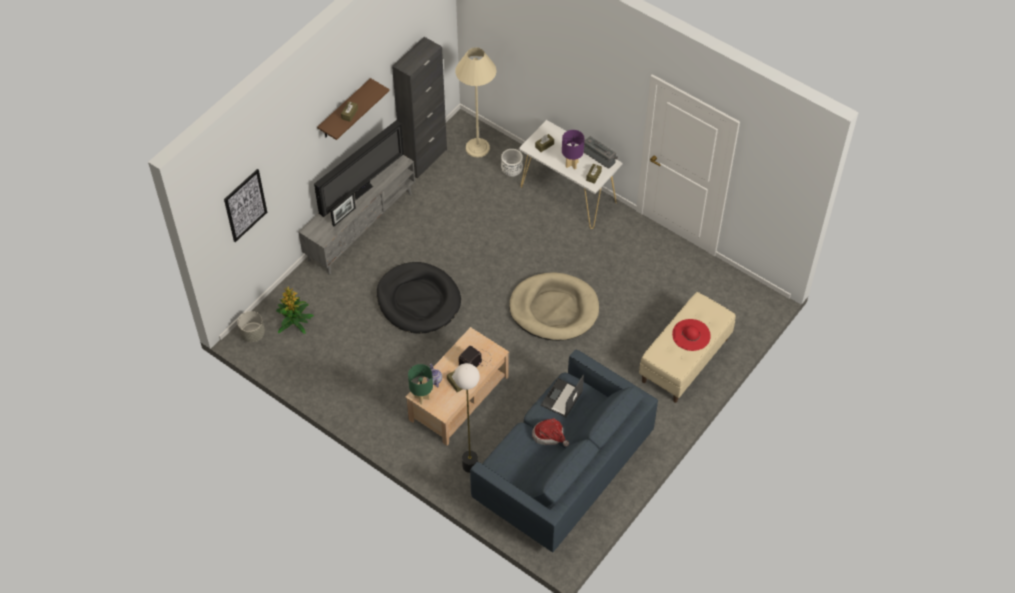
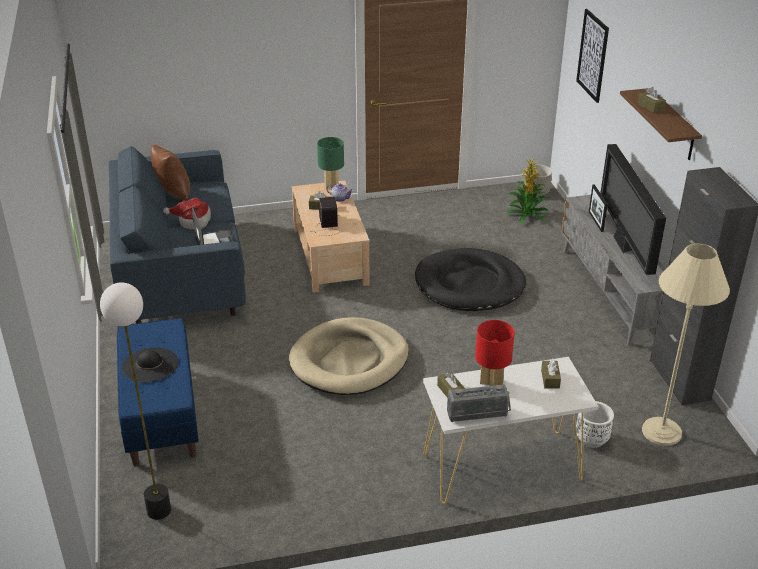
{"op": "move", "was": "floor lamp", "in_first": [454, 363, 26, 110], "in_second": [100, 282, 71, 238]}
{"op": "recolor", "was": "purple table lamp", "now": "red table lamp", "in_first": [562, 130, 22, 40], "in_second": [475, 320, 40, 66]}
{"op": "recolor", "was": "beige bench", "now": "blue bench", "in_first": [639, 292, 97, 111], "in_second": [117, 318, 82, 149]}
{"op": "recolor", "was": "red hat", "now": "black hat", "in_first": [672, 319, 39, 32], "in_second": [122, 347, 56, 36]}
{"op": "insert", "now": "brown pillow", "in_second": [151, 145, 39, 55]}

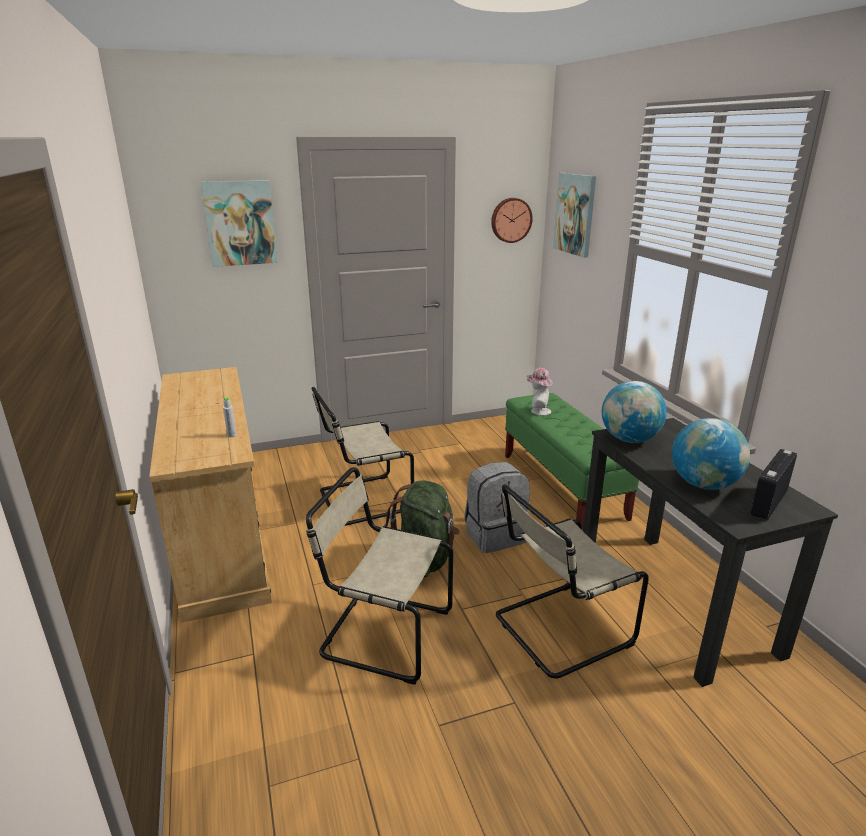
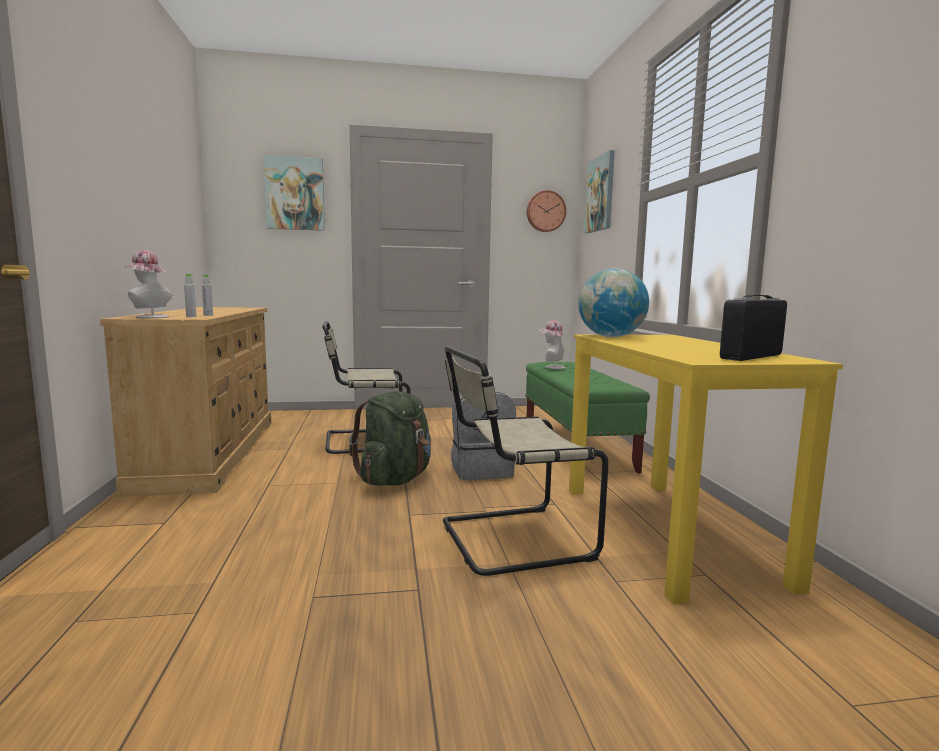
{"op": "delete", "was": "beige chair", "in_first": [306, 467, 147, 218]}
{"op": "recolor", "was": "black desk", "now": "yellow desk", "in_first": [583, 418, 255, 269], "in_second": [569, 335, 274, 270]}
{"op": "delete", "was": "globe", "in_first": [672, 418, 78, 72]}
{"op": "insert", "now": "hat", "in_second": [125, 250, 47, 68]}
{"op": "insert", "now": "grey bottle", "in_second": [184, 274, 13, 43]}

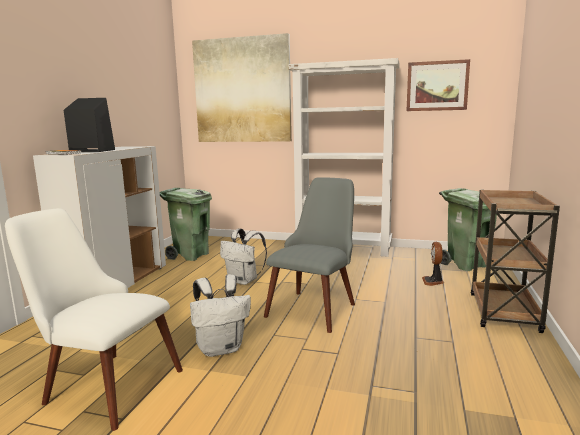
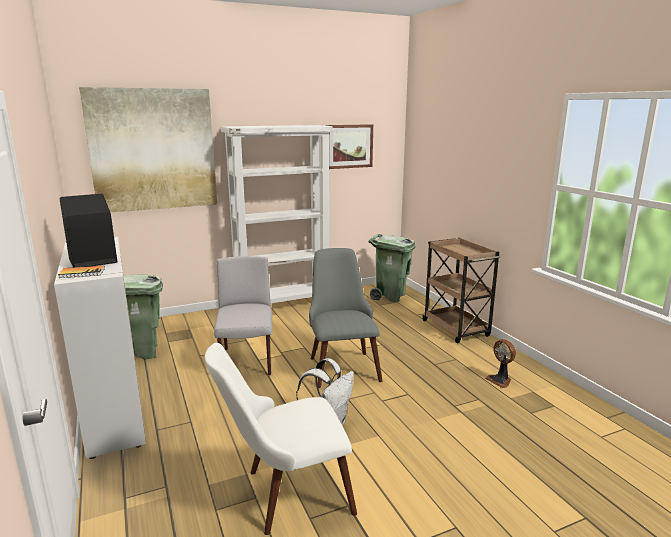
{"op": "replace", "was": "white backpack", "now": "grey chair", "in_first": [220, 228, 47, 57], "in_second": [214, 256, 58, 119]}
{"op": "move", "was": "fan", "in_first": [422, 242, 22, 44], "in_second": [485, 339, 31, 49]}

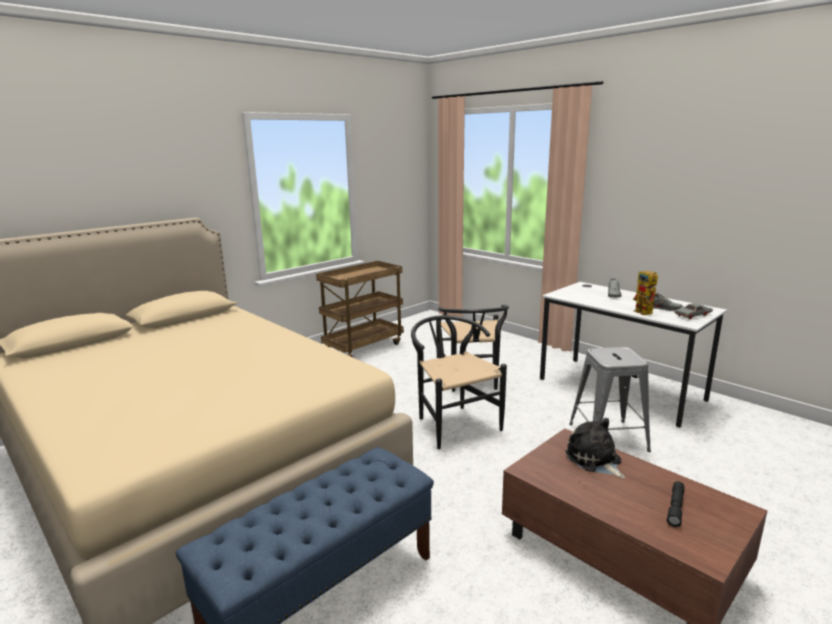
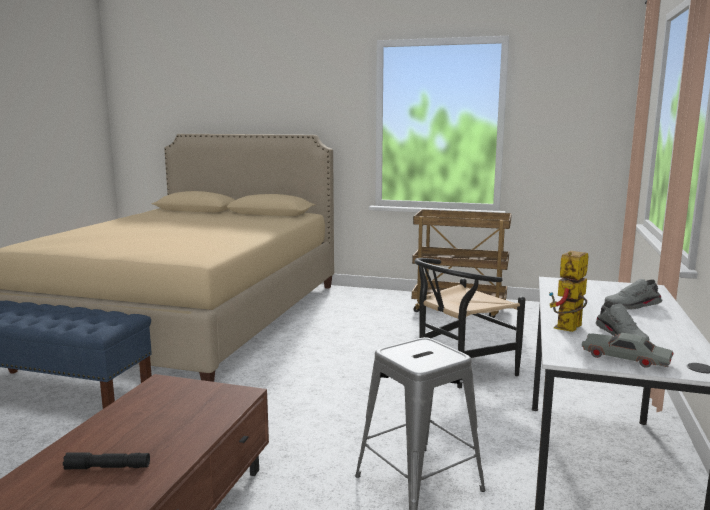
{"op": "delete", "was": "black chair", "in_first": [411, 315, 96, 134]}
{"op": "delete", "was": "plush toy", "in_first": [565, 418, 60, 60]}

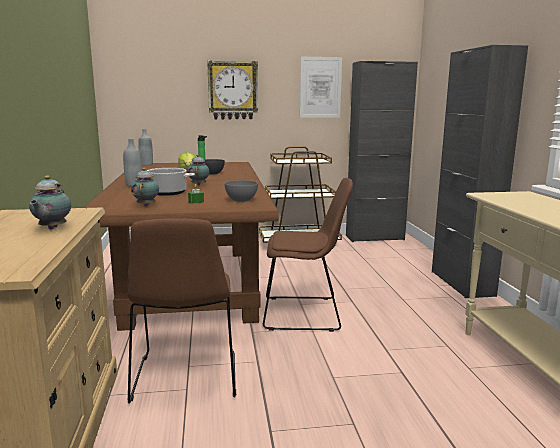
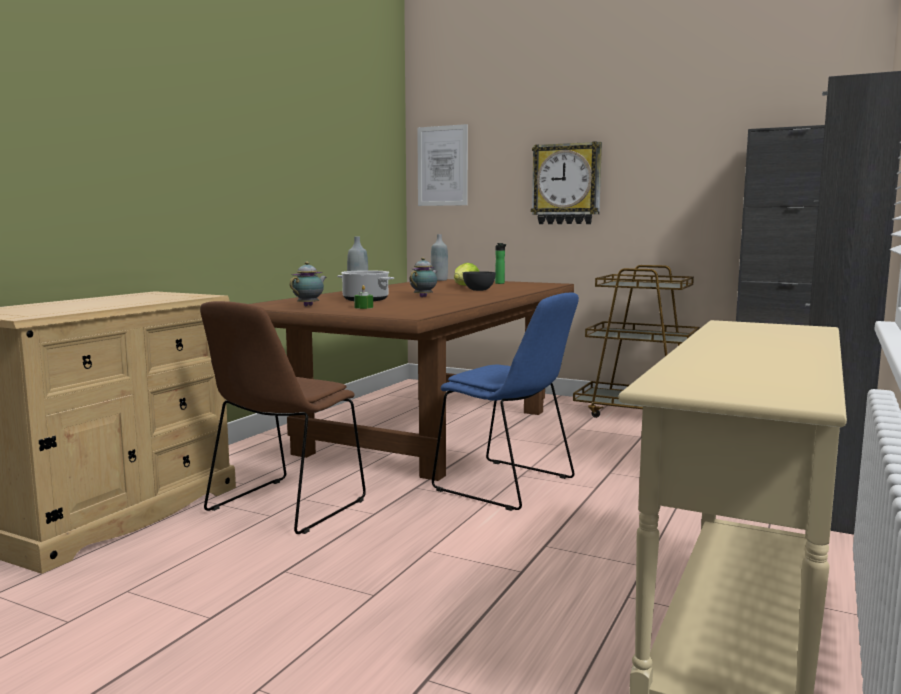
{"op": "delete", "was": "teapot", "in_first": [29, 175, 42, 55]}
{"op": "delete", "was": "grey bowl", "in_first": [224, 180, 34, 22]}
{"op": "recolor", "was": "brown chair", "now": "blue chair", "in_first": [263, 178, 90, 154], "in_second": [432, 293, 147, 218]}
{"op": "move", "was": "picture", "in_first": [300, 57, 42, 60], "in_second": [417, 124, 51, 82]}

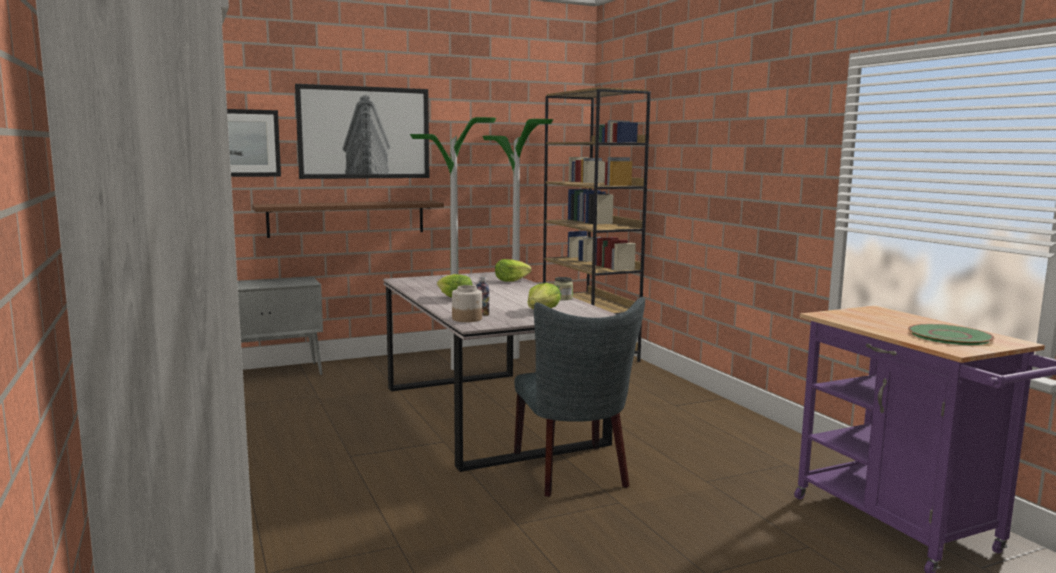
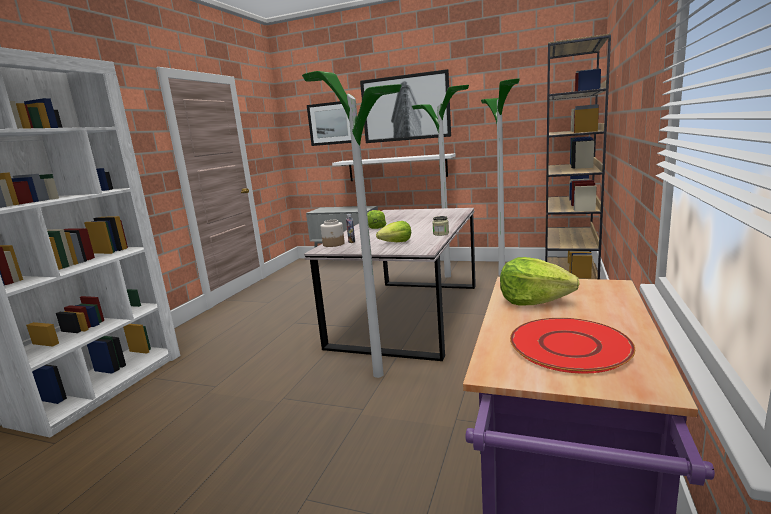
{"op": "recolor", "was": "brown shelf", "now": "white shelf", "in_first": [252, 201, 192, 37], "in_second": [332, 153, 124, 28]}
{"op": "move", "was": "lettuce", "in_first": [495, 259, 36, 23], "in_second": [500, 257, 80, 48]}
{"op": "replace", "was": "grey chair", "now": "floor lamp", "in_first": [514, 297, 131, 200], "in_second": [302, 71, 100, 307]}
{"op": "recolor", "was": "green plate", "now": "red plate", "in_first": [908, 324, 86, 21], "in_second": [510, 318, 125, 55]}

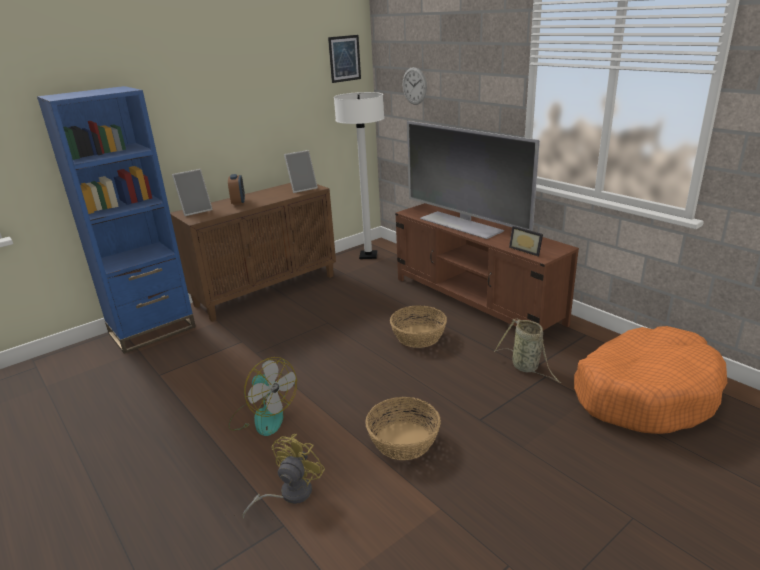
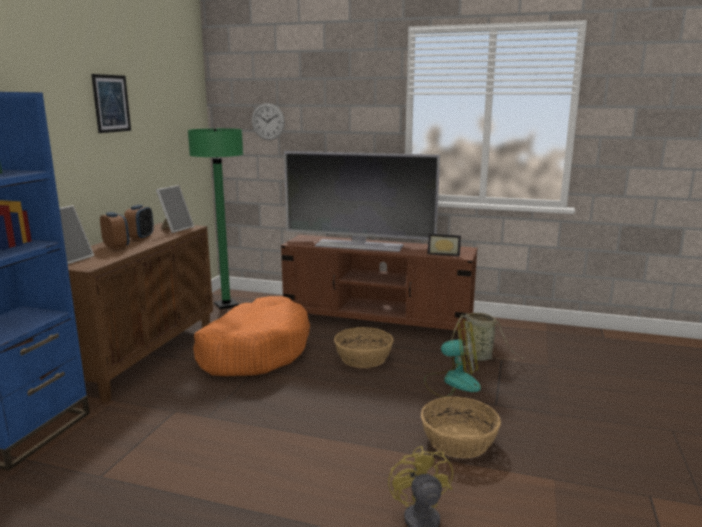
{"op": "move", "was": "fan", "in_first": [228, 357, 69, 79], "in_second": [424, 319, 57, 78]}
{"op": "move", "was": "picture", "in_first": [328, 35, 33, 48], "in_second": [91, 74, 40, 59]}
{"op": "recolor", "was": "white floor lamp", "now": "green floor lamp", "in_first": [334, 92, 50, 167], "in_second": [188, 128, 55, 181]}
{"op": "move", "was": "orange dog bed", "in_first": [574, 326, 153, 108], "in_second": [193, 296, 117, 80]}
{"op": "insert", "now": "alarm clock", "in_second": [124, 205, 30, 35]}

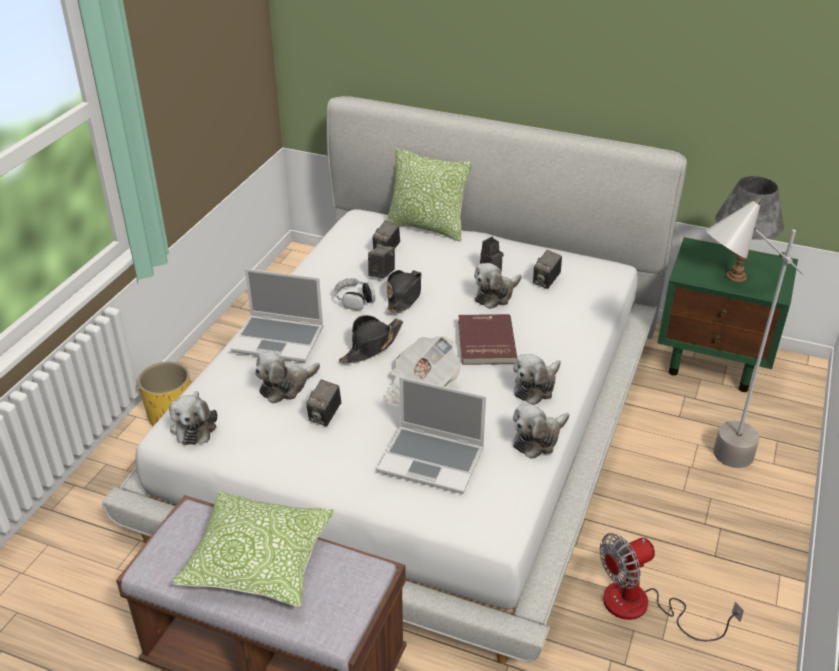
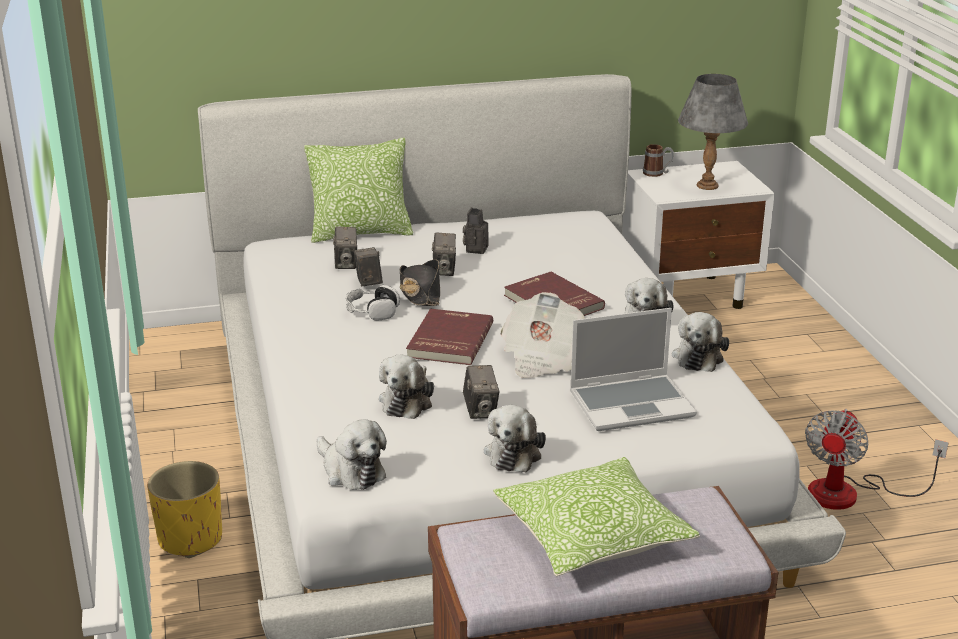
{"op": "delete", "was": "laptop", "in_first": [230, 268, 93, 94]}
{"op": "replace", "was": "black hat", "now": "red book", "in_first": [339, 315, 64, 49], "in_second": [406, 308, 87, 57]}
{"op": "move", "was": "plush toy", "in_first": [474, 263, 47, 46], "in_second": [484, 405, 62, 67]}
{"op": "move", "was": "photo camera", "in_first": [533, 250, 29, 39], "in_second": [432, 232, 24, 44]}
{"op": "recolor", "was": "green nightstand", "now": "white nightstand", "in_first": [658, 237, 140, 155], "in_second": [622, 161, 153, 148]}
{"op": "delete", "was": "grey floor lamp", "in_first": [705, 197, 99, 271]}
{"op": "insert", "now": "mug", "in_second": [643, 144, 31, 33]}

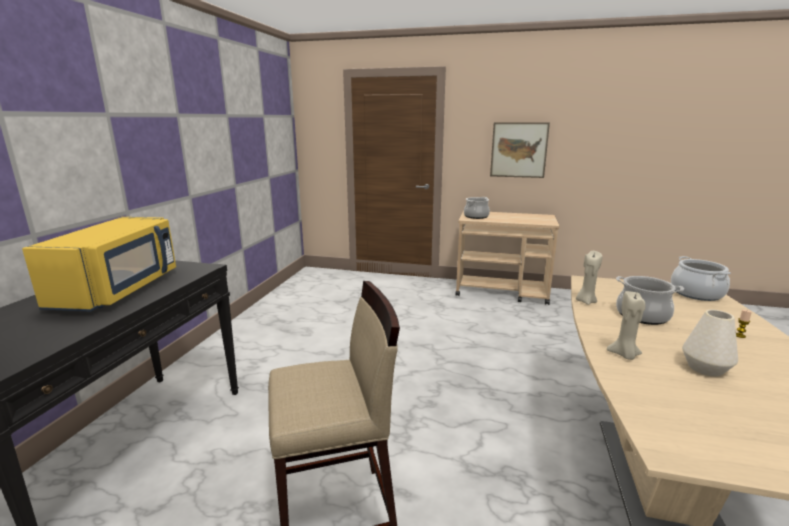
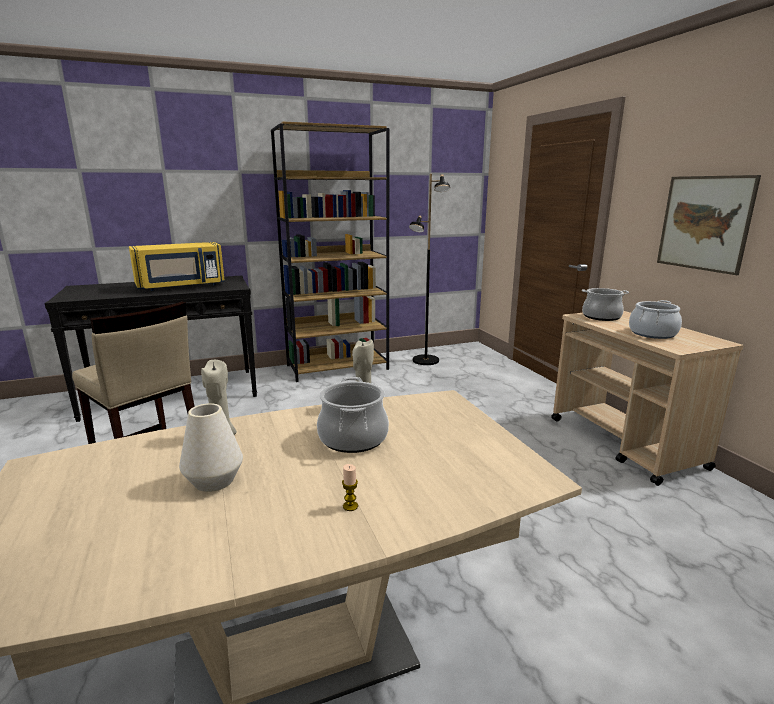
{"op": "move", "was": "cooking pot", "in_first": [671, 256, 60, 45], "in_second": [629, 300, 53, 39]}
{"op": "insert", "now": "brown bookcase", "in_second": [271, 122, 119, 260]}
{"op": "insert", "now": "black floor lamp", "in_second": [409, 174, 41, 191]}

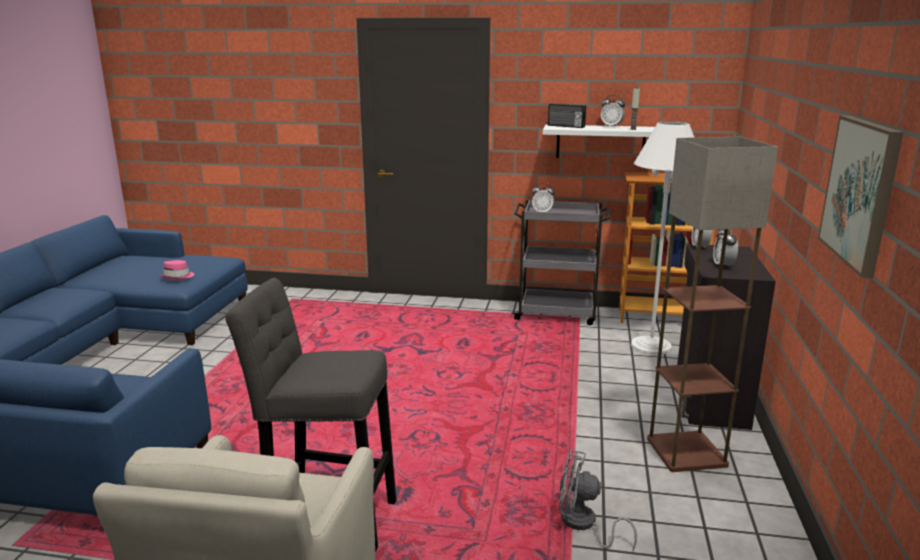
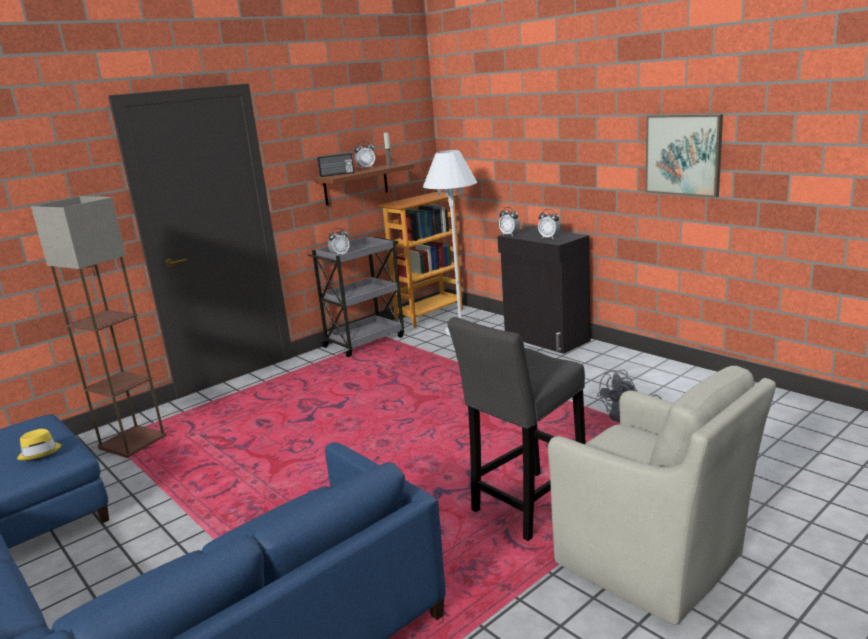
{"op": "recolor", "was": "pink hat", "now": "yellow hat", "in_first": [160, 260, 34, 20], "in_second": [17, 429, 45, 32]}
{"op": "recolor", "was": "white shelf", "now": "brown shelf", "in_first": [543, 125, 112, 33], "in_second": [313, 162, 101, 44]}
{"op": "move", "was": "floor lamp", "in_first": [647, 137, 131, 335], "in_second": [31, 196, 136, 262]}

